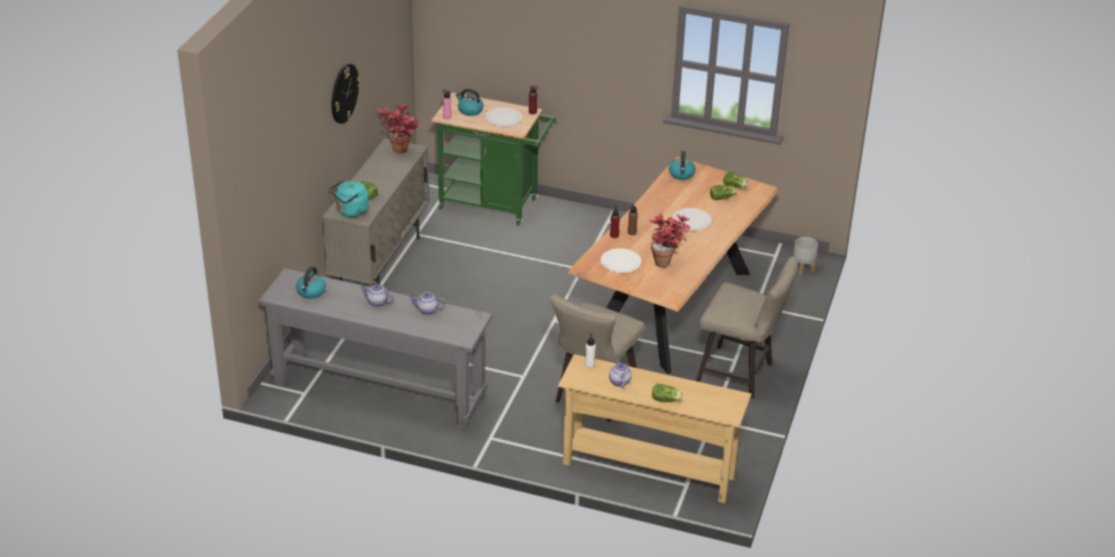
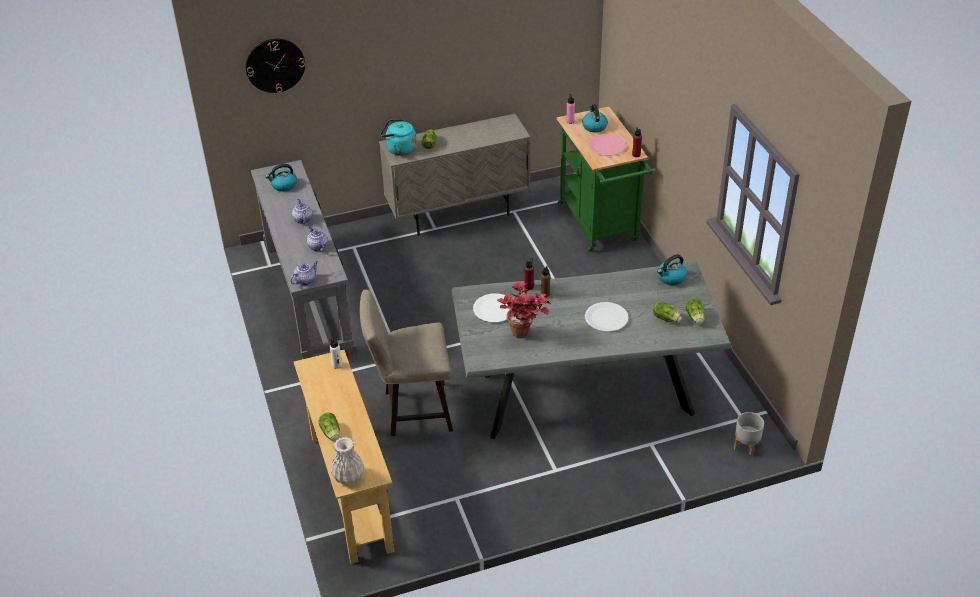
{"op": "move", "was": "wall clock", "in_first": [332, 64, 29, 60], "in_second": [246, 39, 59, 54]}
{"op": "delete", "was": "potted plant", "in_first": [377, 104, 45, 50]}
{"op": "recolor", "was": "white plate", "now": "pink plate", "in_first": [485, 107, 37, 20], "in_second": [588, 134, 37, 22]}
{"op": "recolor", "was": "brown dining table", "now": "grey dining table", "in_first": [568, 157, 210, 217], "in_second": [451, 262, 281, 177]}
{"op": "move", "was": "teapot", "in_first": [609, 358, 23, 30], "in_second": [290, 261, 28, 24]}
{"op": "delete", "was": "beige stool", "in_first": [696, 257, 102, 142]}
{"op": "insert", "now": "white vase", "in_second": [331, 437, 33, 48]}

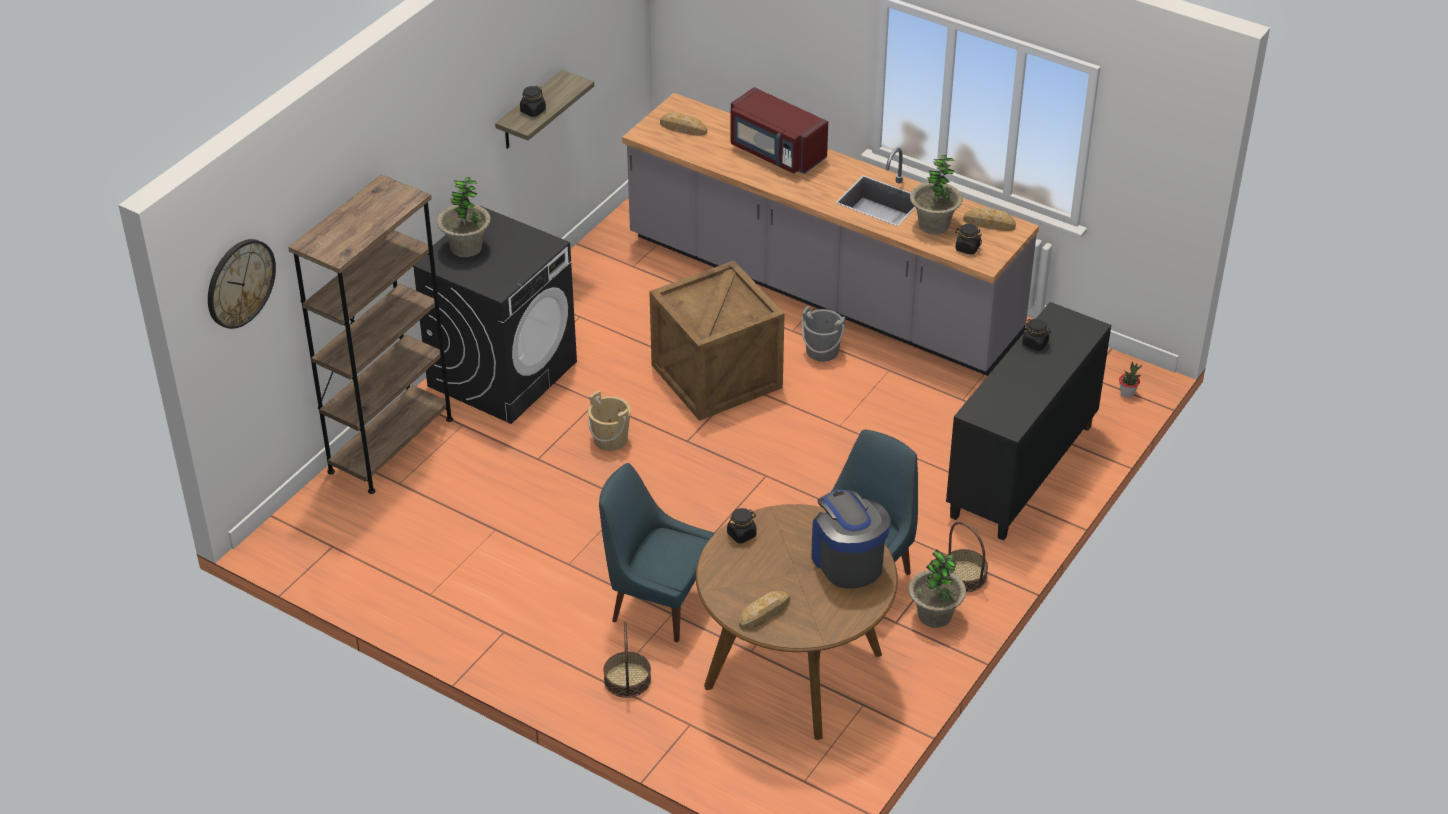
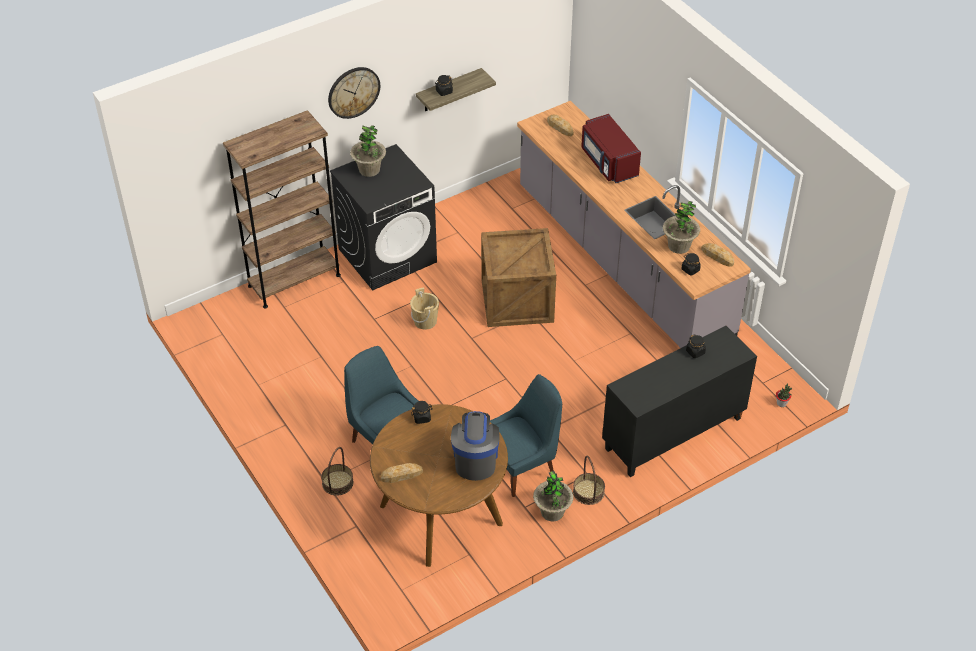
{"op": "move", "was": "wall clock", "in_first": [208, 239, 68, 90], "in_second": [328, 67, 52, 52]}
{"op": "delete", "was": "grey bucket", "in_first": [802, 306, 43, 56]}

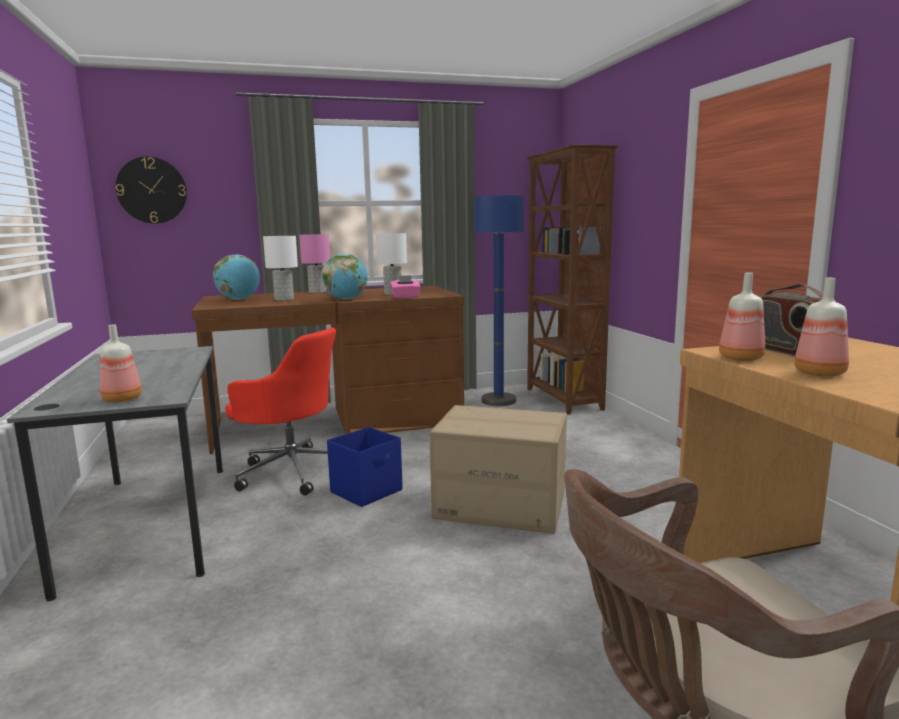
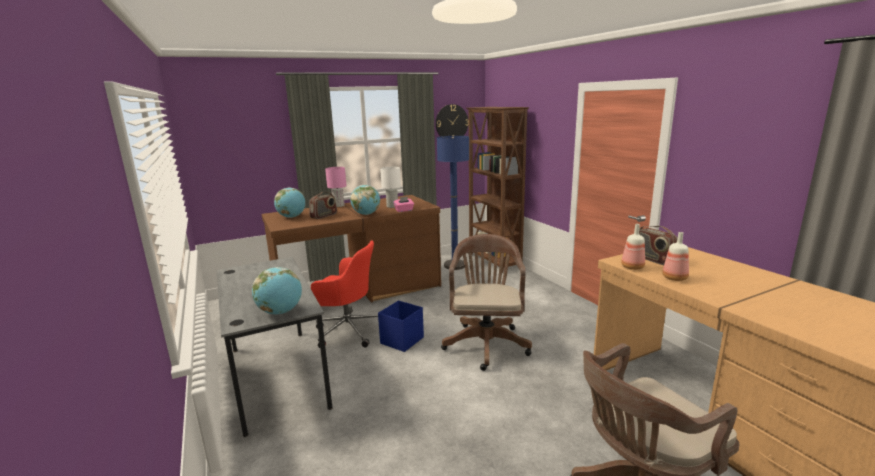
{"op": "replace", "was": "bottle", "now": "globe", "in_first": [100, 324, 42, 78], "in_second": [252, 267, 50, 48]}
{"op": "move", "was": "wall clock", "in_first": [116, 157, 71, 67], "in_second": [436, 104, 33, 33]}
{"op": "replace", "was": "white table lamp", "now": "radio", "in_first": [263, 236, 35, 65], "in_second": [309, 191, 28, 28]}
{"op": "replace", "was": "cardboard box", "now": "brown office chair", "in_first": [430, 405, 137, 129], "in_second": [441, 234, 91, 137]}

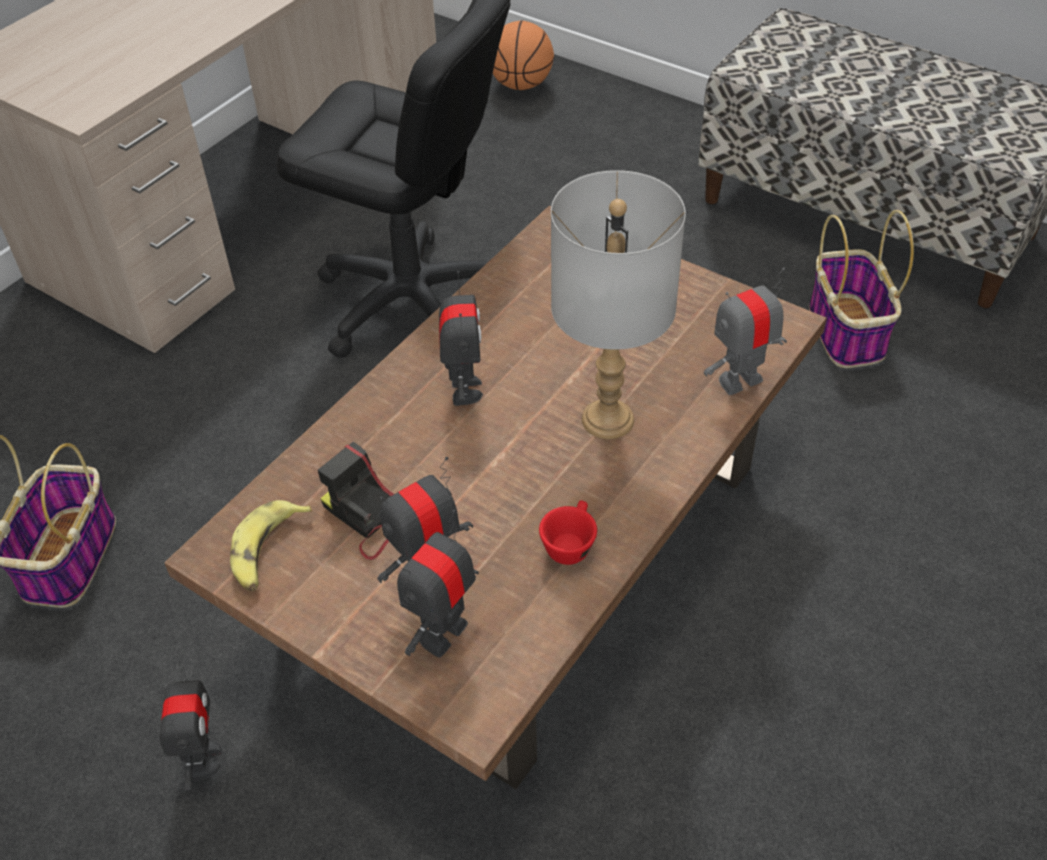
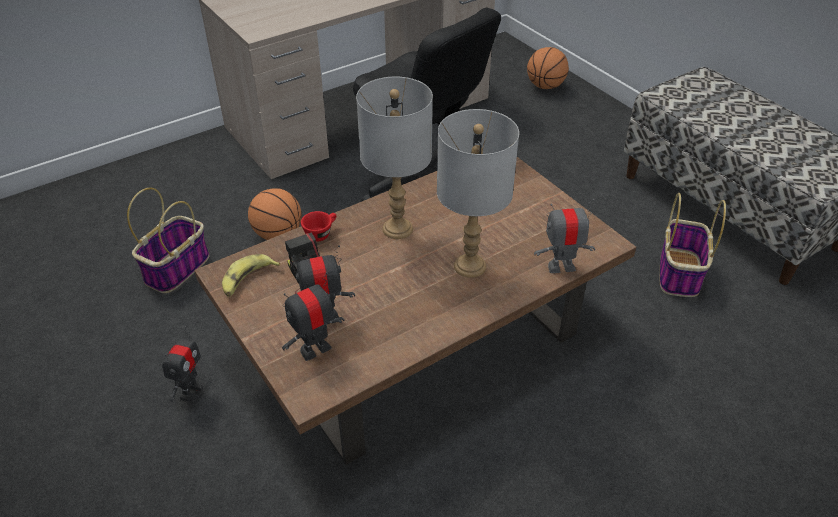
{"op": "replace", "was": "toy robot", "now": "grey table lamp", "in_first": [439, 271, 44, 135], "in_second": [356, 77, 77, 162]}
{"op": "move", "was": "red cup", "in_first": [539, 500, 58, 65], "in_second": [301, 211, 35, 31]}
{"op": "insert", "now": "basketball", "in_second": [248, 188, 54, 52]}

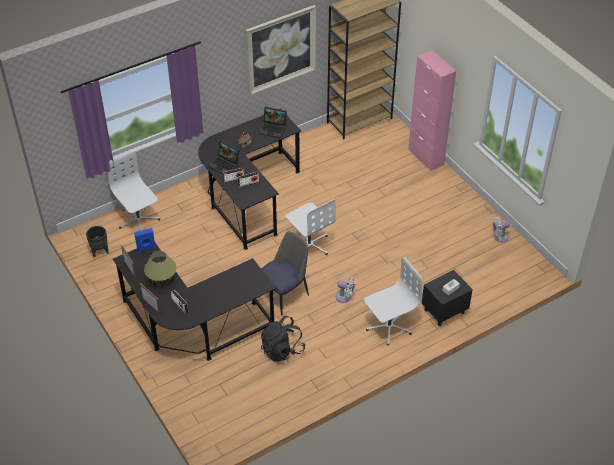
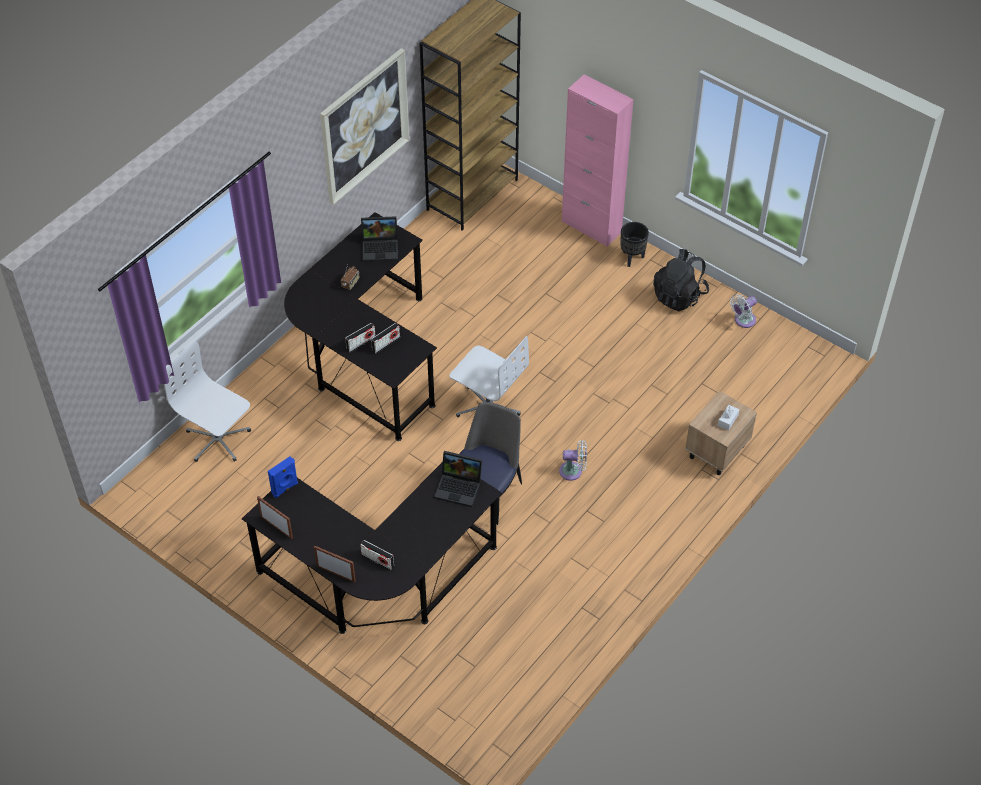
{"op": "move", "was": "black planter", "in_first": [86, 226, 23, 31], "in_second": [620, 222, 29, 45]}
{"op": "delete", "was": "table lamp", "in_first": [144, 251, 33, 36]}
{"op": "move", "was": "laptop", "in_first": [208, 141, 32, 33], "in_second": [434, 451, 48, 56]}
{"op": "move", "was": "black backpack", "in_first": [261, 316, 44, 45], "in_second": [653, 249, 56, 62]}
{"op": "delete", "was": "white office chair", "in_first": [364, 257, 58, 89]}
{"op": "recolor", "was": "black nightstand", "now": "beige nightstand", "in_first": [422, 270, 51, 56], "in_second": [685, 391, 72, 84]}

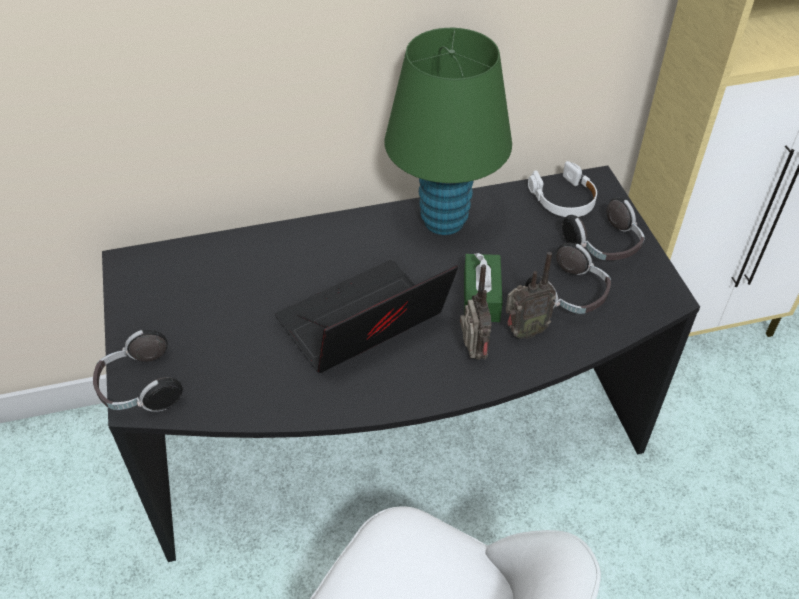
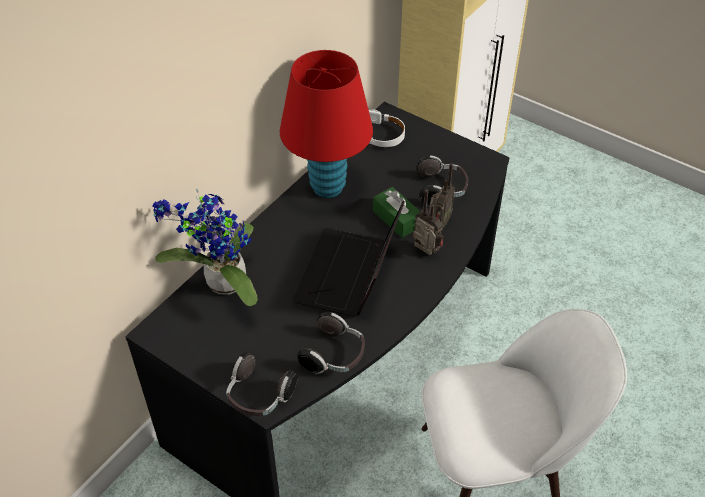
{"op": "recolor", "was": "green table lamp", "now": "red table lamp", "in_first": [385, 28, 127, 207], "in_second": [280, 50, 93, 148]}
{"op": "move", "was": "headphones", "in_first": [562, 198, 83, 62], "in_second": [297, 312, 68, 62]}
{"op": "insert", "now": "potted plant", "in_second": [152, 189, 106, 117]}

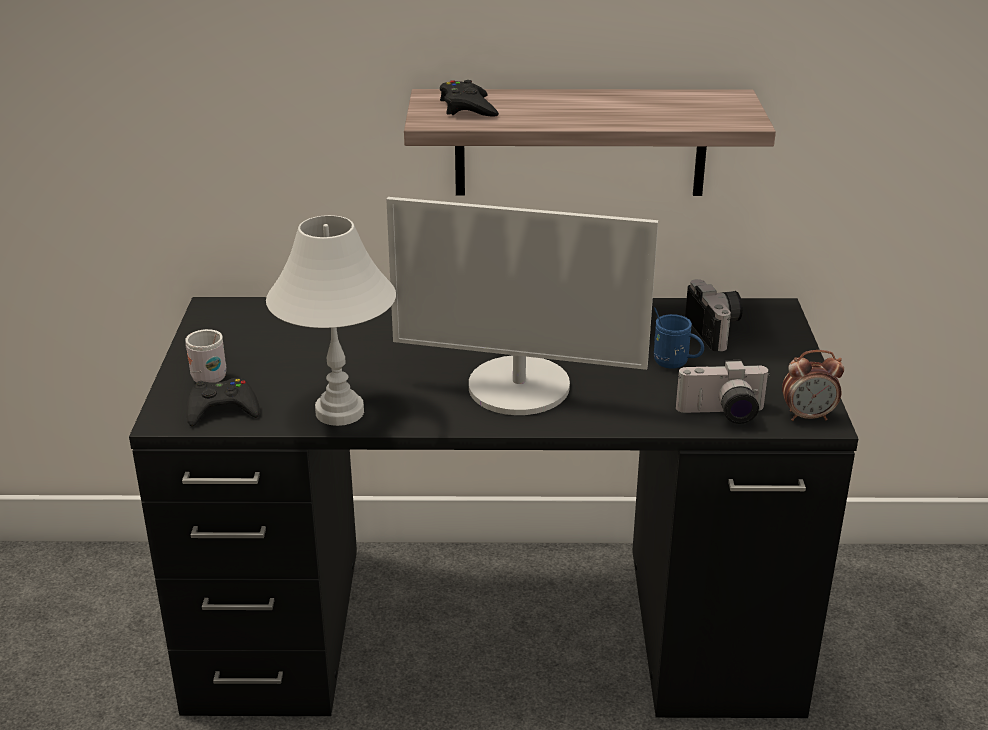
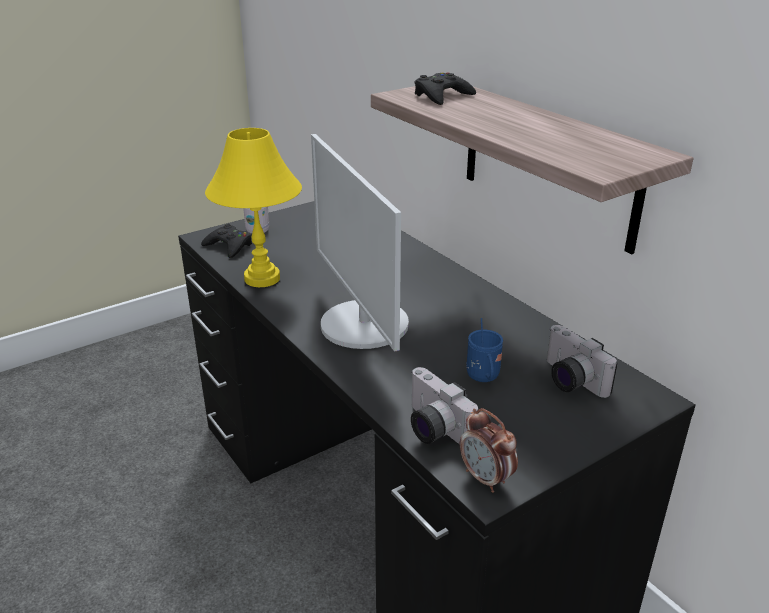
{"op": "recolor", "was": "white table lamp", "now": "yellow table lamp", "in_first": [266, 215, 130, 211], "in_second": [205, 128, 97, 159]}
{"op": "rotate", "was": "photo camera", "in_first": [685, 279, 58, 72], "in_second": [547, 325, 71, 73], "clockwise": 105}

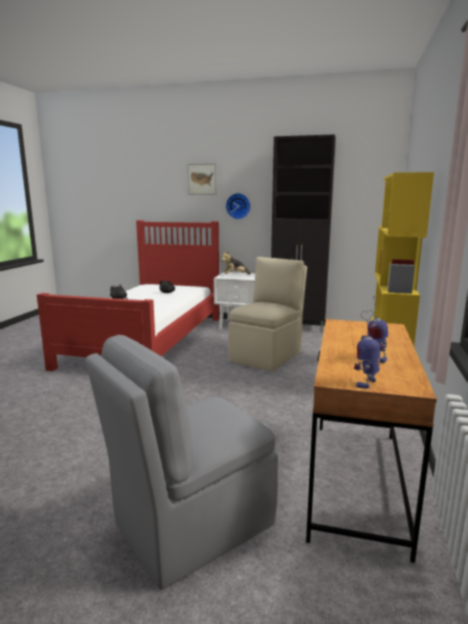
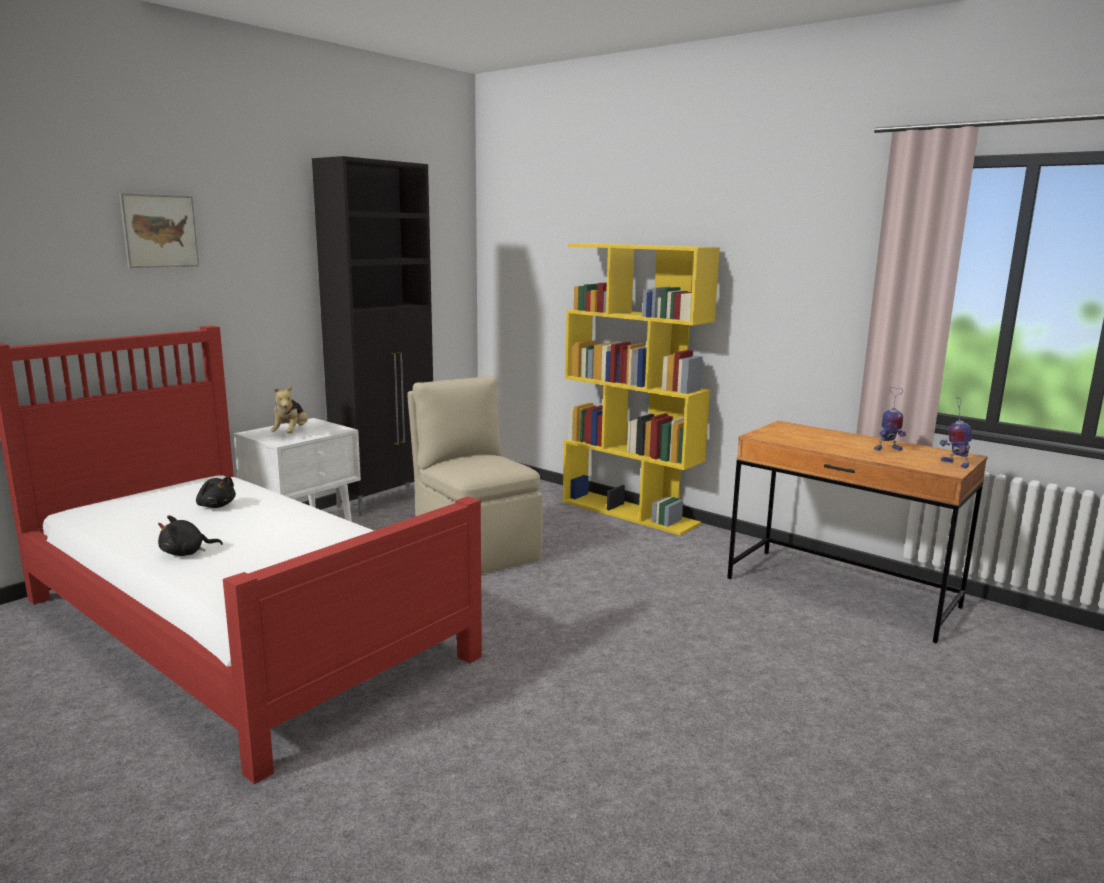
{"op": "delete", "was": "grey chair", "in_first": [85, 335, 193, 255]}
{"op": "delete", "was": "wall clock", "in_first": [226, 193, 25, 26]}

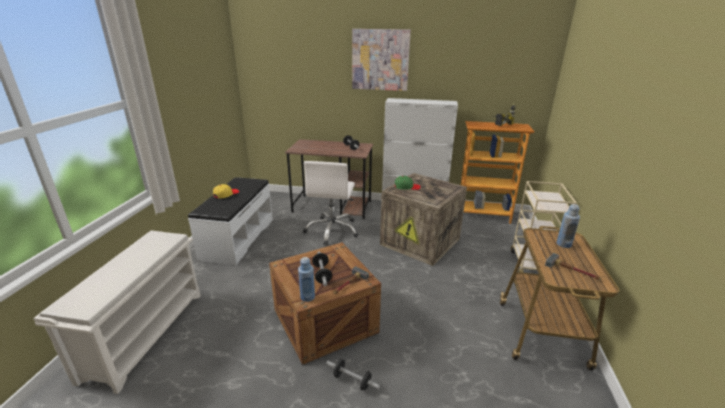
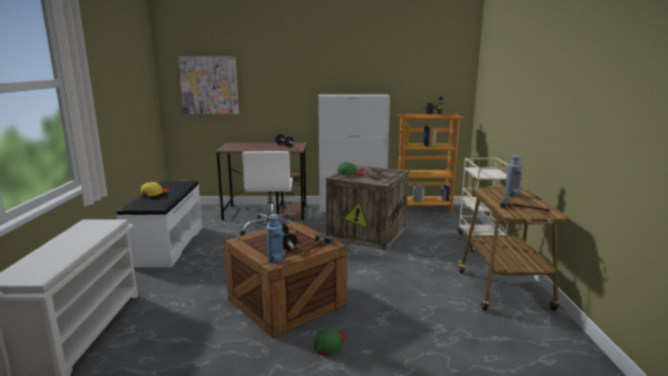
{"op": "replace", "was": "dumbbell", "now": "green cap", "in_first": [326, 359, 54, 32], "in_second": [314, 328, 31, 27]}
{"op": "move", "was": "picture", "in_first": [352, 29, 59, 62], "in_second": [178, 57, 61, 57]}

